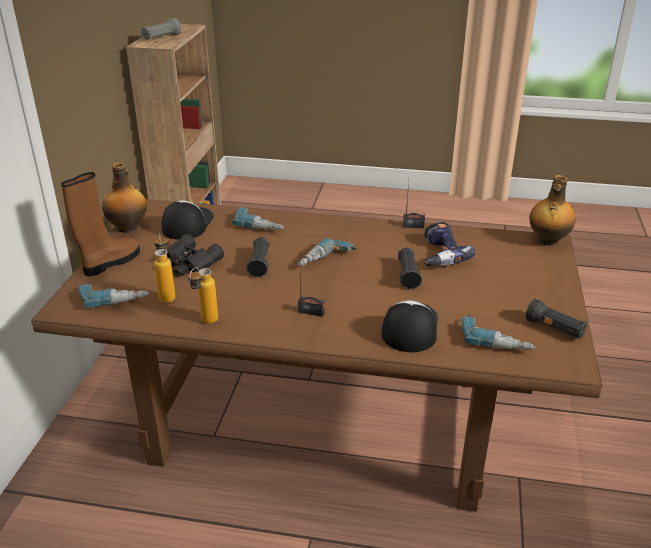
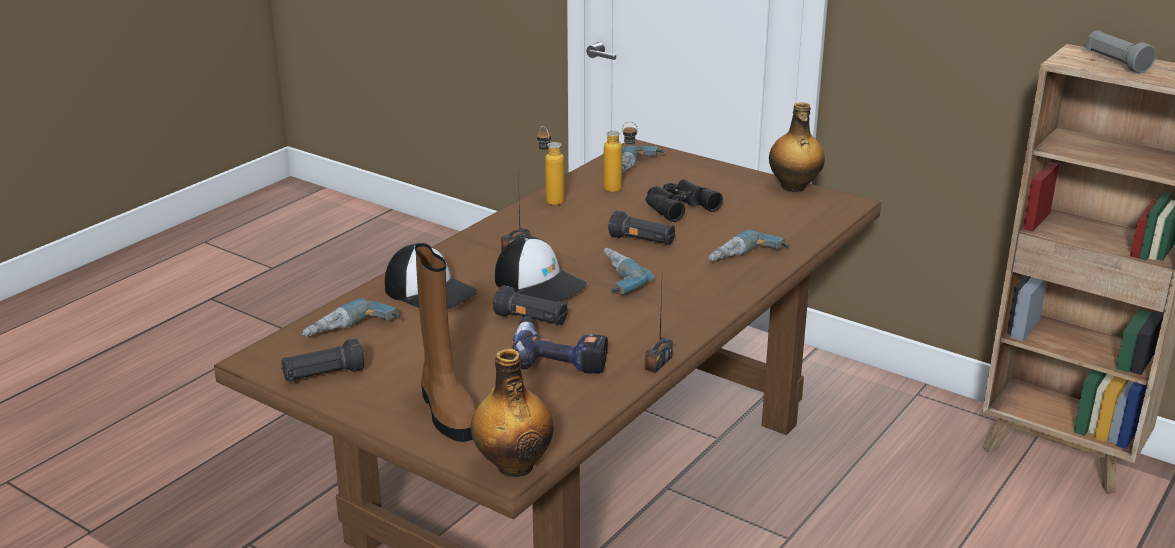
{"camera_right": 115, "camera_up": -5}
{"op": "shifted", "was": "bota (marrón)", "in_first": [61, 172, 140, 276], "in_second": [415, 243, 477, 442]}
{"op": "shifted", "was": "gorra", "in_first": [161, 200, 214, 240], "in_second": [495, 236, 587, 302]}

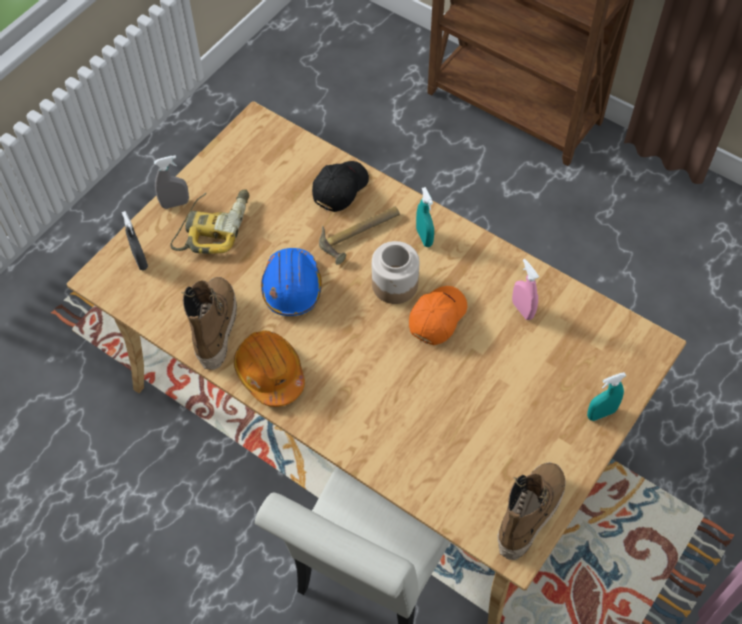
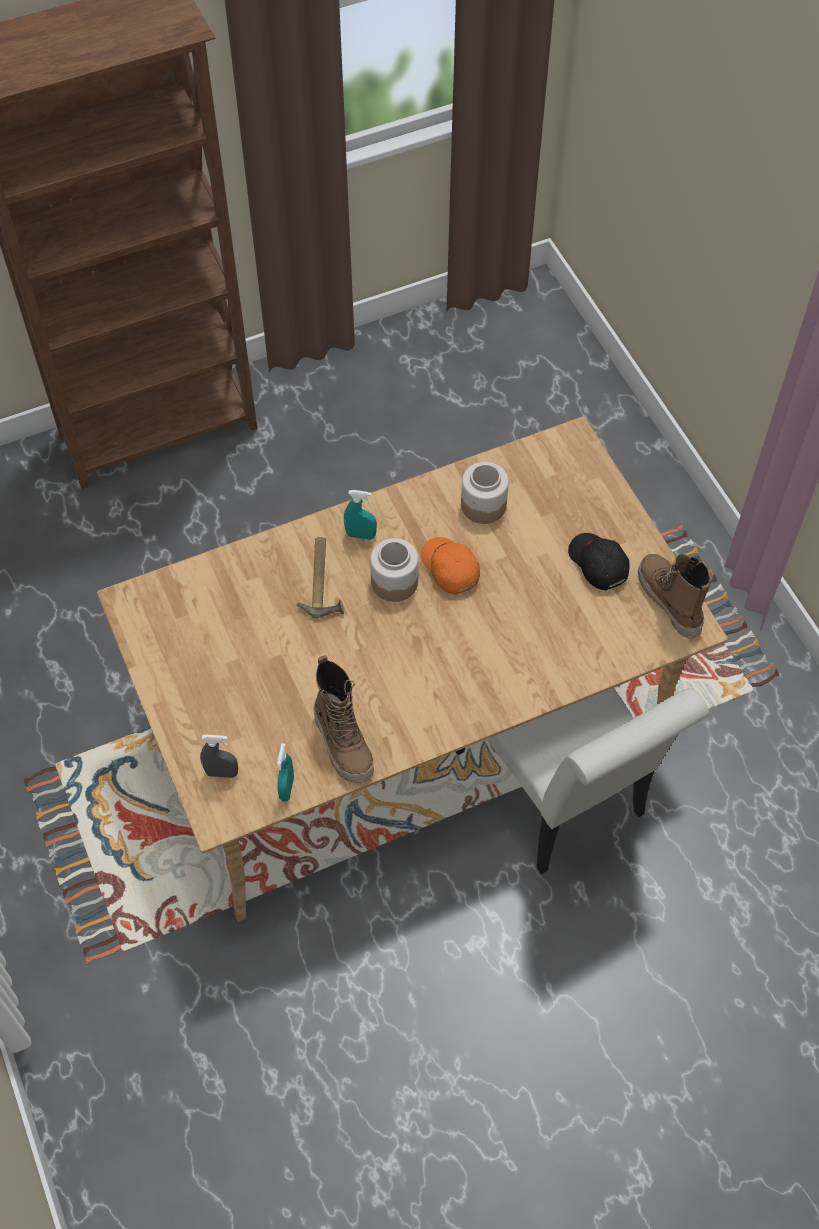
{"camera_right": -60, "camera_up": 0}
{"op": "gone", "was": "pulverizador (gris)", "in_first": [154, 155, 189, 209]}
{"op": "shifted", "was": "gorra (negro)", "in_first": [312, 161, 369, 212], "in_second": [568, 533, 629, 590]}
{"op": "gone", "was": "taladro", "in_first": [170, 189, 249, 254]}
{"op": "gone", "was": "casco (azul)", "in_first": [261, 248, 322, 316]}
{"op": "swapped", "was": "pulverizador (rosa)", "now": "tarro", "in_first": [512, 259, 539, 320], "in_second": [461, 462, 509, 524]}
{"op": "rotated", "was": "bota", "in_first": [182, 277, 237, 370], "in_second": [313, 655, 374, 782], "clockwise": -150}
{"op": "gone", "was": "casco (naranja)", "in_first": [234, 330, 305, 407]}
{"op": "shifted", "was": "pulverizador (turquesa)", "in_first": [587, 372, 626, 421], "in_second": [277, 743, 294, 802]}

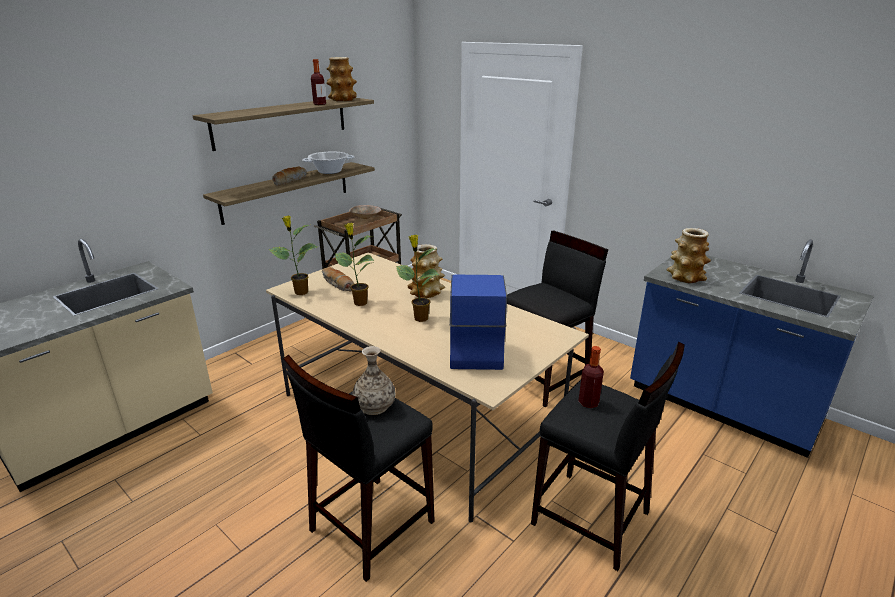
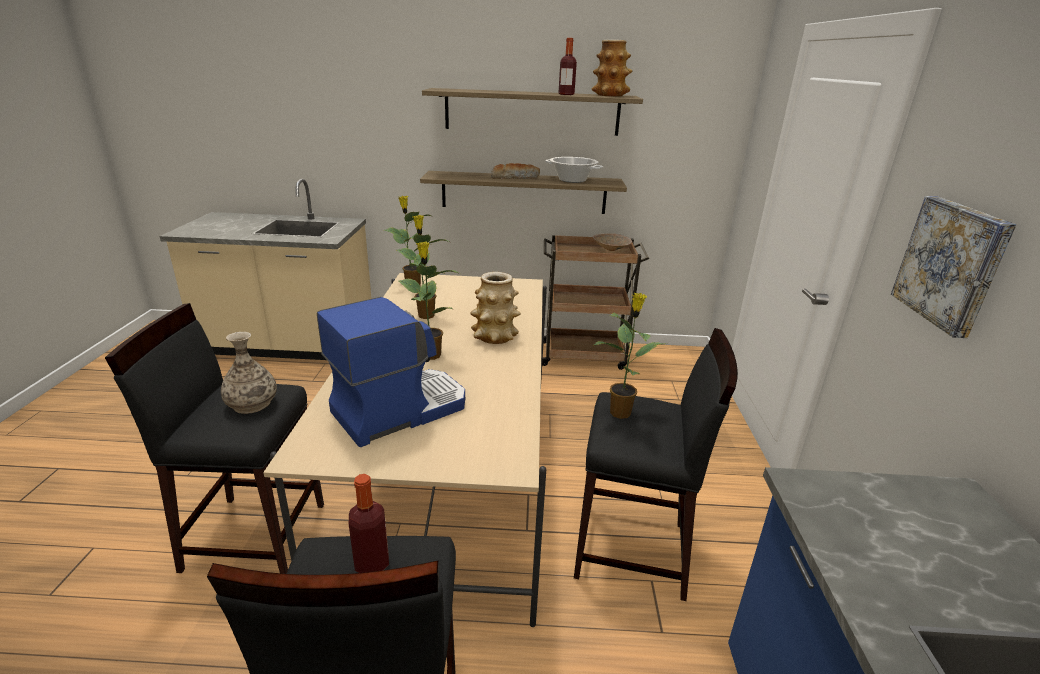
{"camera_right": 50, "camera_up": 0}
{"op": "gone", "was": "florero", "in_first": [667, 228, 711, 283]}
{"op": "gone", "was": "pan", "in_first": [322, 267, 354, 291]}
{"op": "new", "now": "cuadro", "in_second": [891, 196, 1016, 338]}
{"op": "new", "now": "planta en maceta", "in_second": [594, 293, 664, 419]}

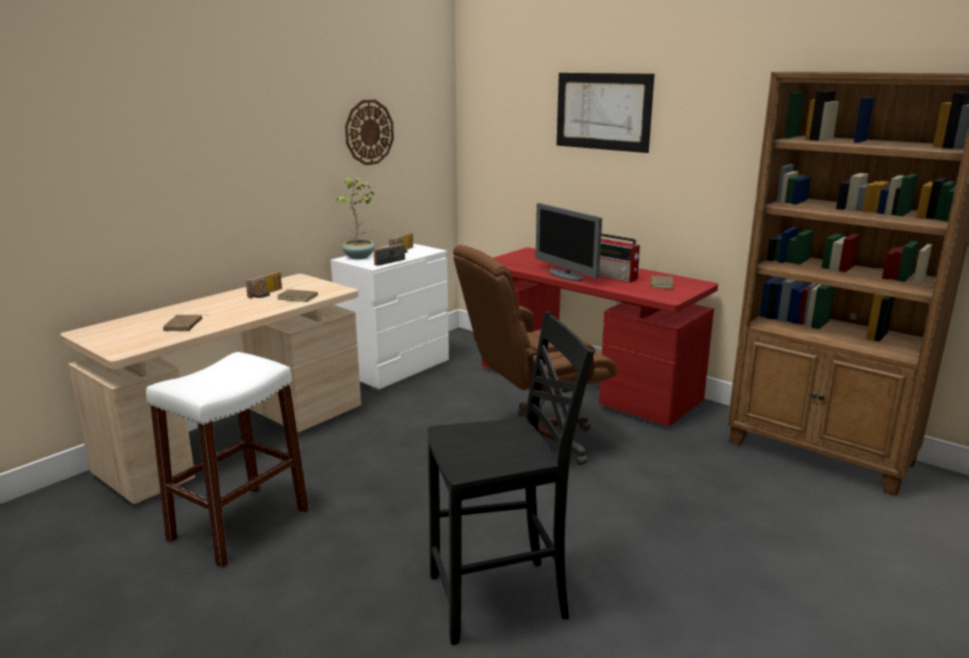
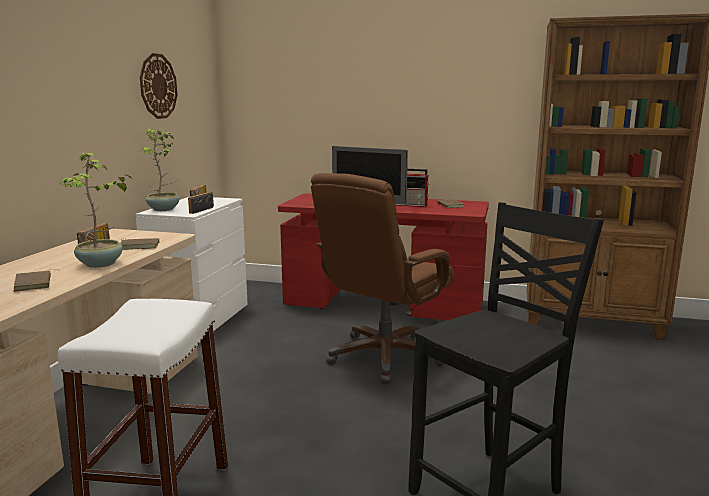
{"camera_right": -25, "camera_up": -5}
{"op": "gone", "was": "cuadro", "in_first": [557, 73, 654, 153]}
{"op": "new", "now": "planta en maceta", "in_second": [59, 152, 132, 268]}

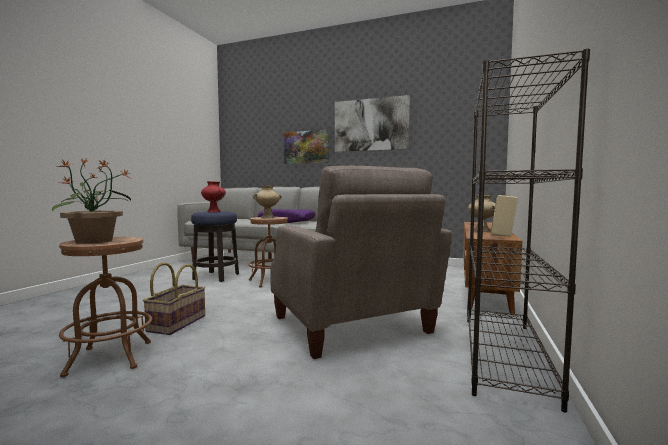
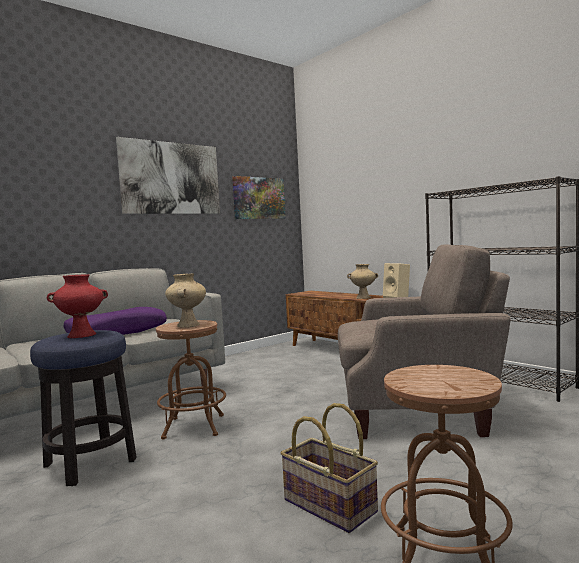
{"camera_right": -60, "camera_up": 0}
{"op": "shifted", "was": "cuadro", "in_first": [284, 130, 329, 164], "in_second": [232, 176, 286, 219]}
{"op": "gone", "was": "planta en maceta", "in_first": [52, 158, 131, 244]}

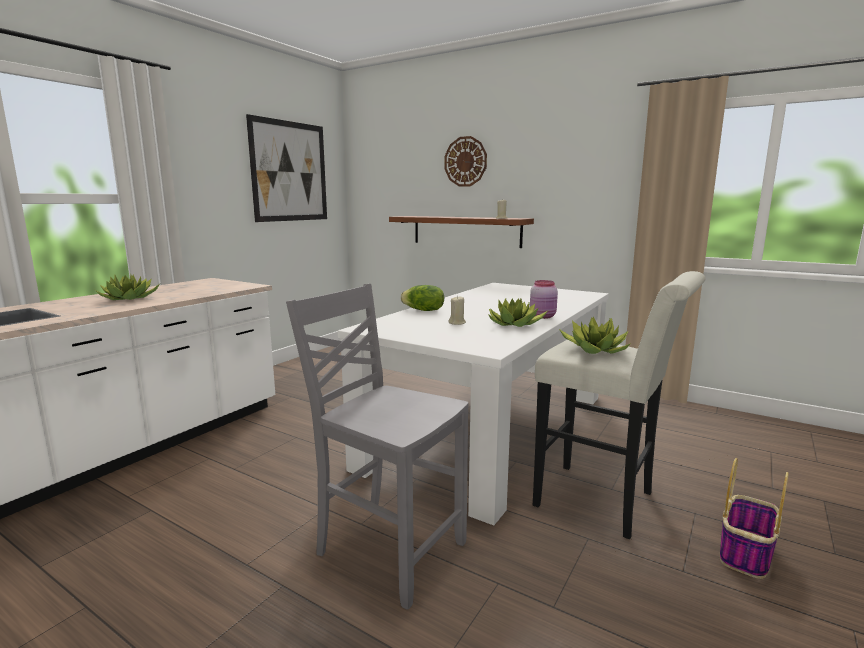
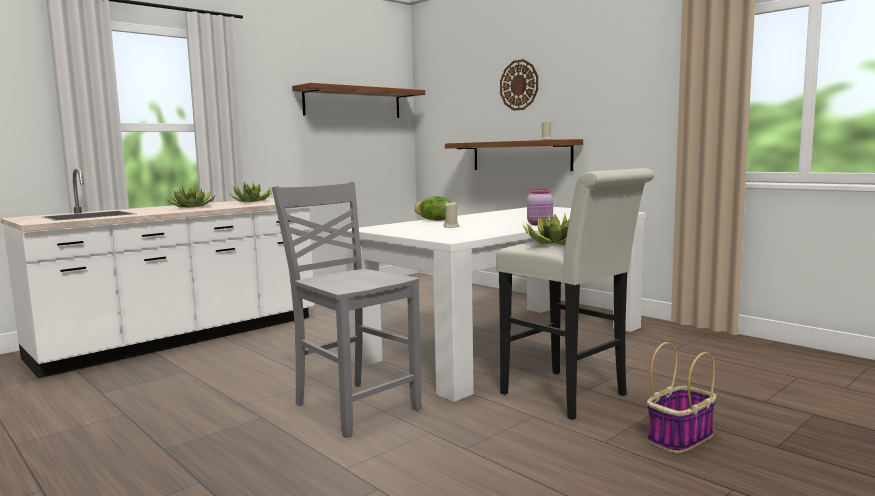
{"camera_right": 15, "camera_up": -5}
{"op": "swapped", "was": "cuadro", "now": "estante", "in_first": [246, 114, 327, 222], "in_second": [292, 83, 425, 118]}
{"op": "shifted", "was": "planta en maceta", "in_first": [488, 298, 548, 327], "in_second": [230, 182, 272, 202]}

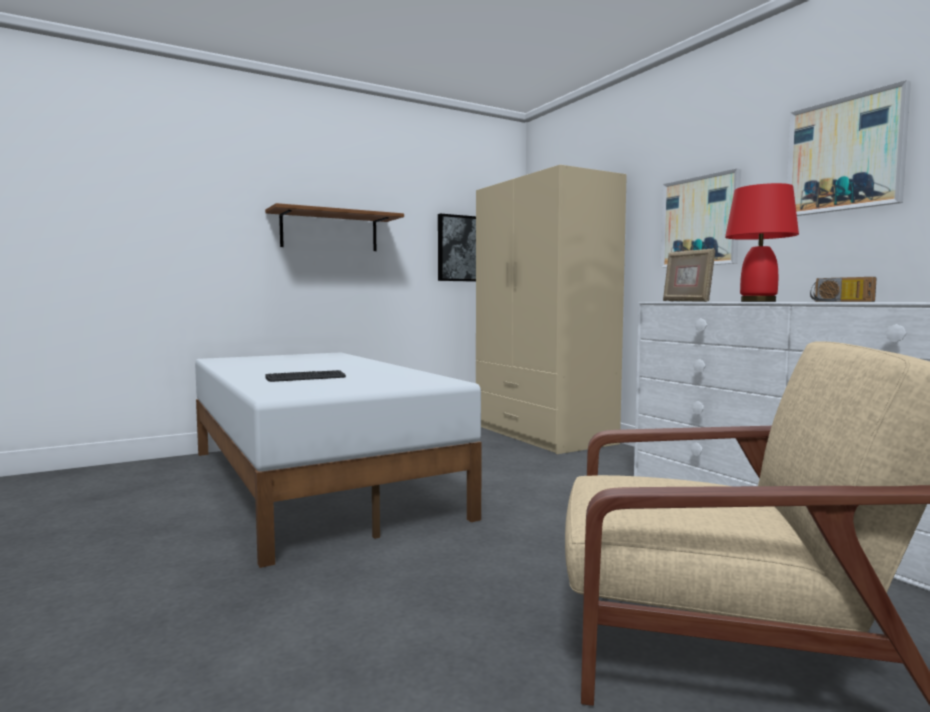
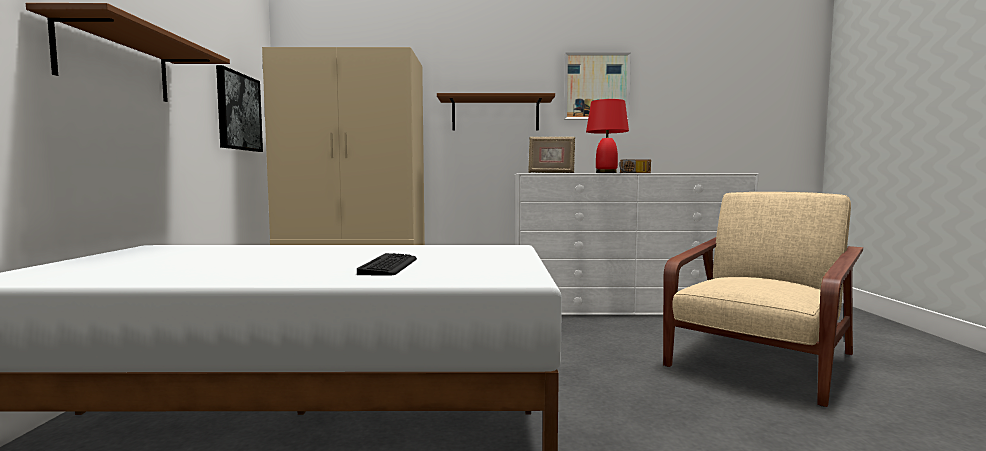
{"camera_right": -60, "camera_up": 0}
{"op": "swapped", "was": "cuadro", "now": "estante (marrón)", "in_first": [661, 168, 741, 268], "in_second": [437, 93, 555, 130]}

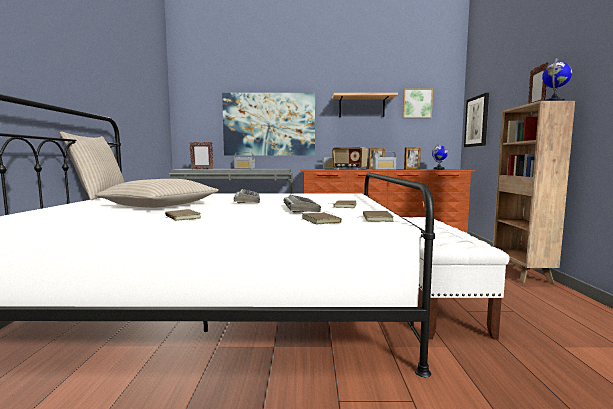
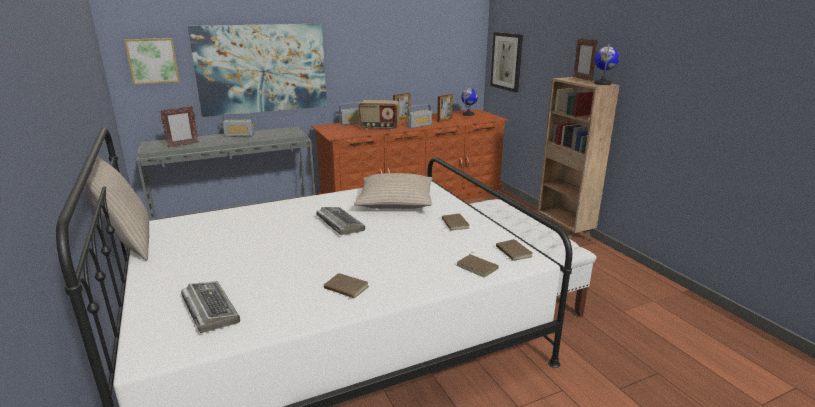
{"camera_right": -25, "camera_up": 15}
{"op": "shifted", "was": "cuadro", "in_first": [402, 88, 433, 118], "in_second": [124, 38, 180, 84]}
{"op": "gone", "was": "estante", "in_first": [332, 93, 398, 117]}
{"op": "shifted", "was": "cojín (beis)", "in_first": [95, 179, 219, 208], "in_second": [354, 173, 433, 209]}
{"op": "shifted", "was": "teclado", "in_first": [284, 194, 321, 213], "in_second": [181, 281, 240, 333]}

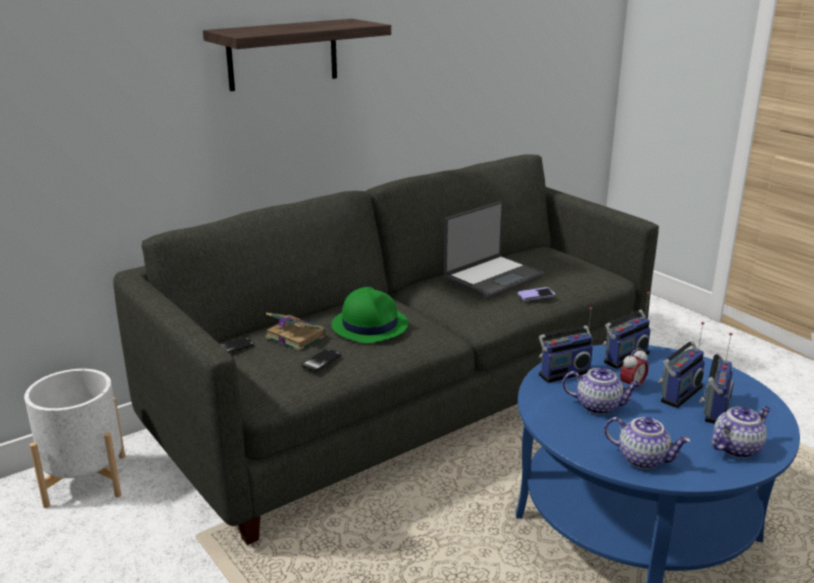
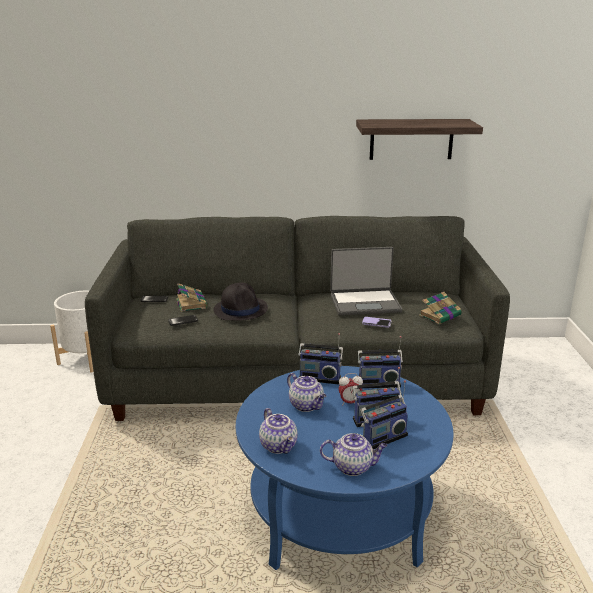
{"camera_right": 35, "camera_up": 0}
{"op": "shifted", "was": "estante", "in_first": [203, 19, 391, 91], "in_second": [356, 119, 483, 160]}
{"op": "repainted", "was": "sombrero (verde)", "now": "sombrero (negro)", "in_first": [332, 287, 409, 344], "in_second": [213, 283, 268, 321]}
{"op": "new", "now": "libro", "in_second": [419, 292, 462, 324]}

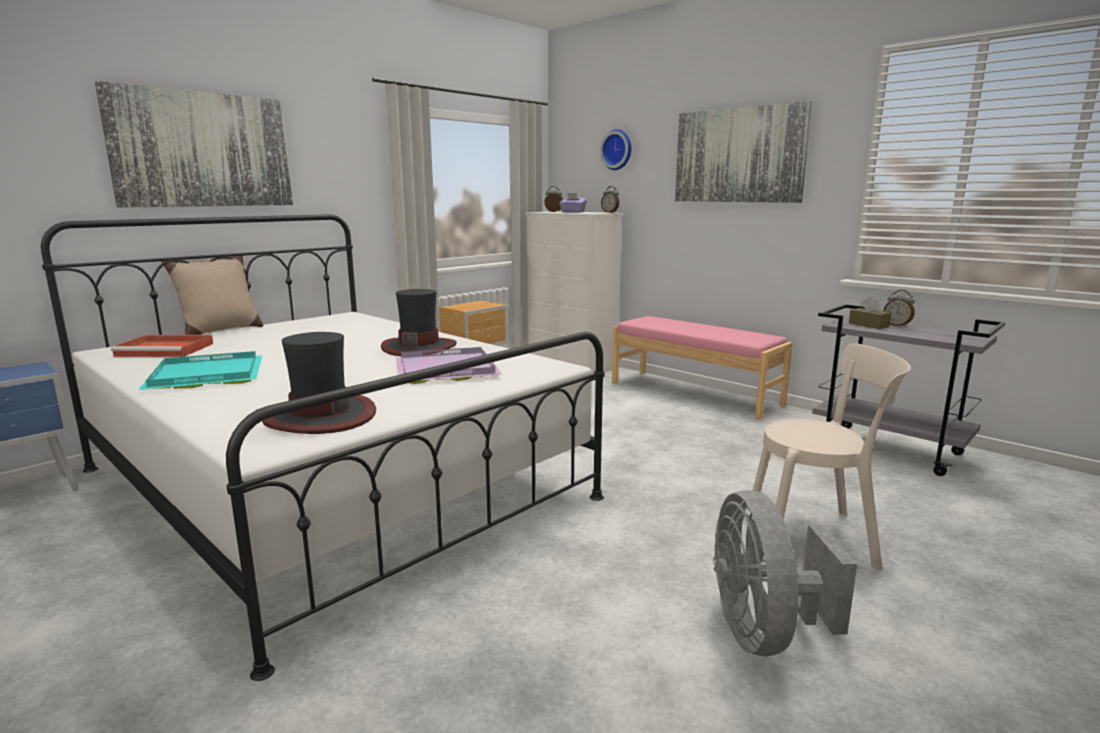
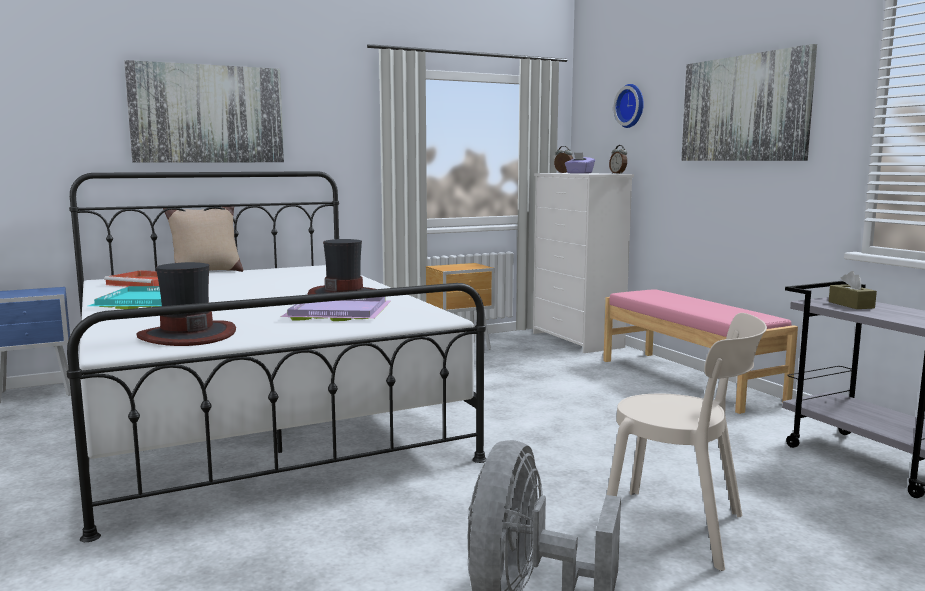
{"camera_right": 20, "camera_up": -5}
{"op": "gone", "was": "despertador", "in_first": [883, 290, 915, 327]}

